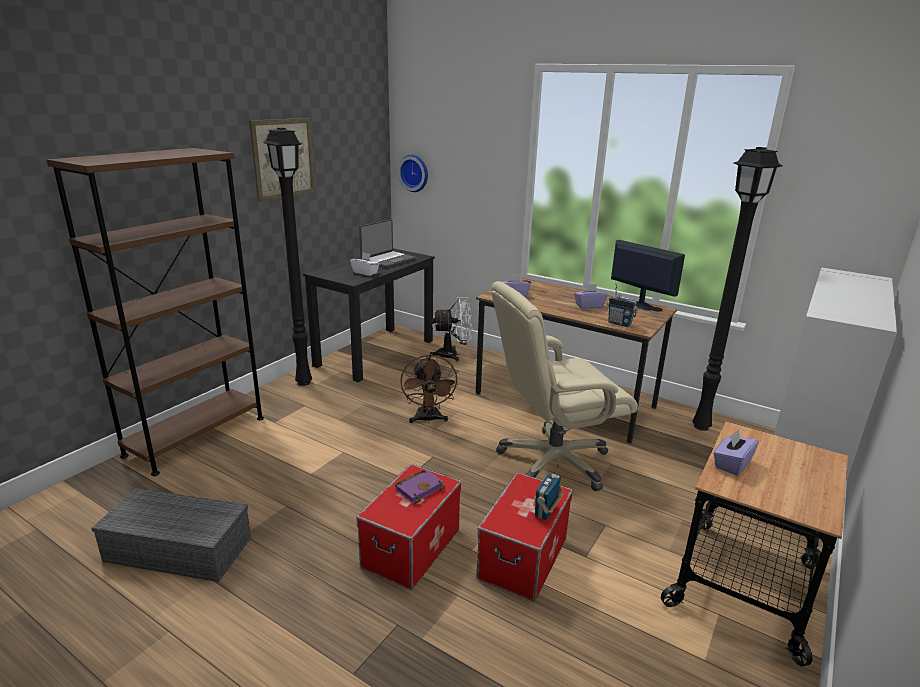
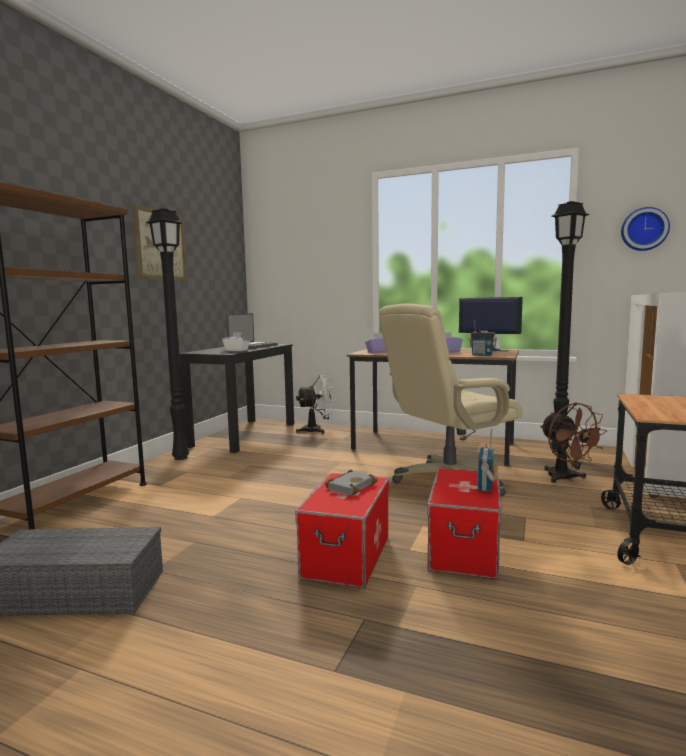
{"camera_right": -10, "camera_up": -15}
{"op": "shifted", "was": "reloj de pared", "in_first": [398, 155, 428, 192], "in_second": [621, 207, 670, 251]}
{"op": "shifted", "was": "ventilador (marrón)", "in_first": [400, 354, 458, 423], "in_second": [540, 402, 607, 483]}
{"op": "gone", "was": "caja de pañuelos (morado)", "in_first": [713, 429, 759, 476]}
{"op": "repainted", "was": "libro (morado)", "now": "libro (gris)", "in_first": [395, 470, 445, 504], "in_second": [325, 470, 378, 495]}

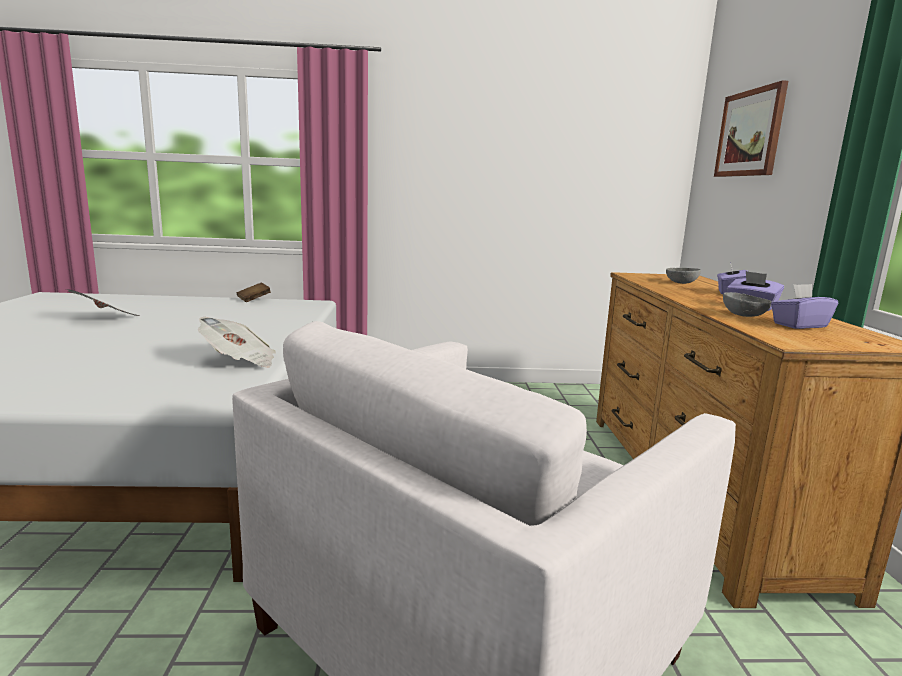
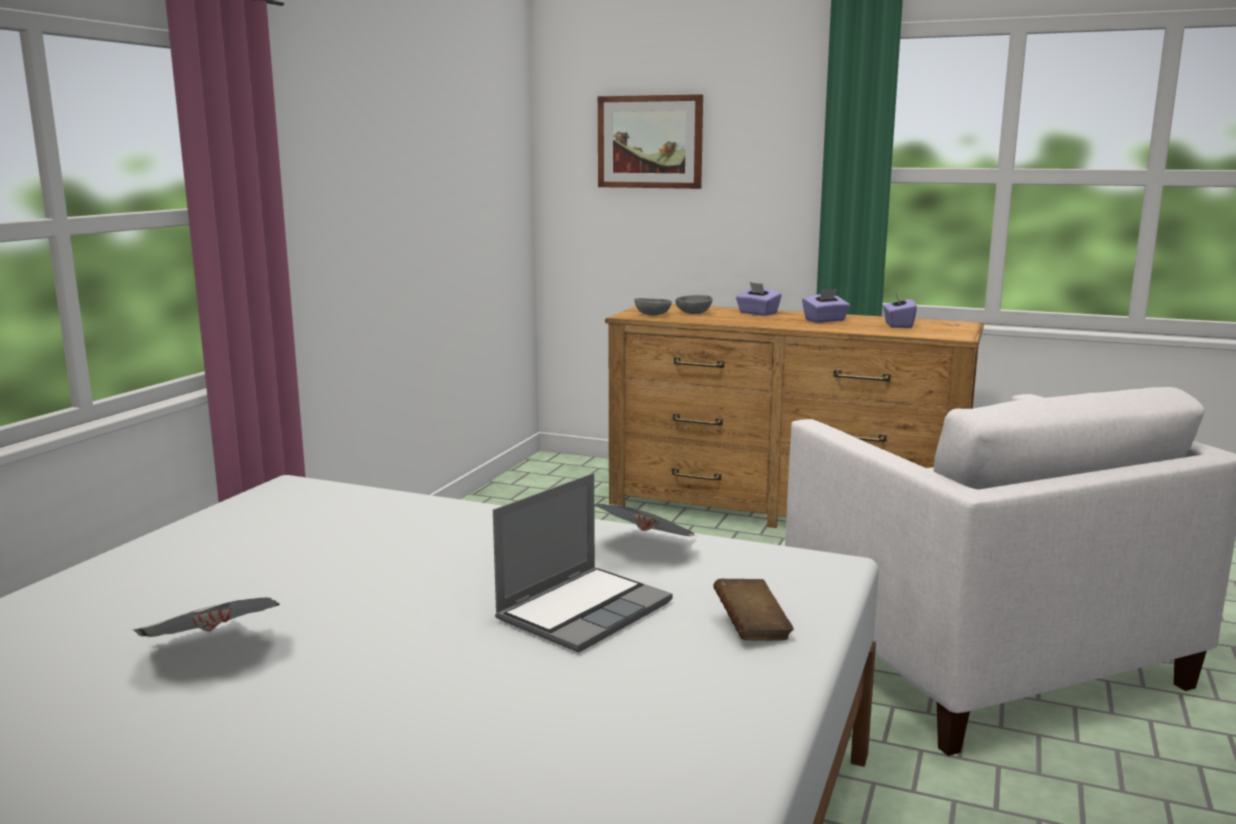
{"camera_right": -65, "camera_up": 0}
{"op": "shifted", "was": "libro (marrón)", "in_first": [237, 282, 271, 302], "in_second": [713, 579, 794, 641]}
{"op": "shifted", "was": "cuenco (gris)", "in_first": [723, 292, 772, 317], "in_second": [634, 298, 672, 316]}
{"op": "new", "now": "portátil", "in_second": [493, 473, 673, 653]}

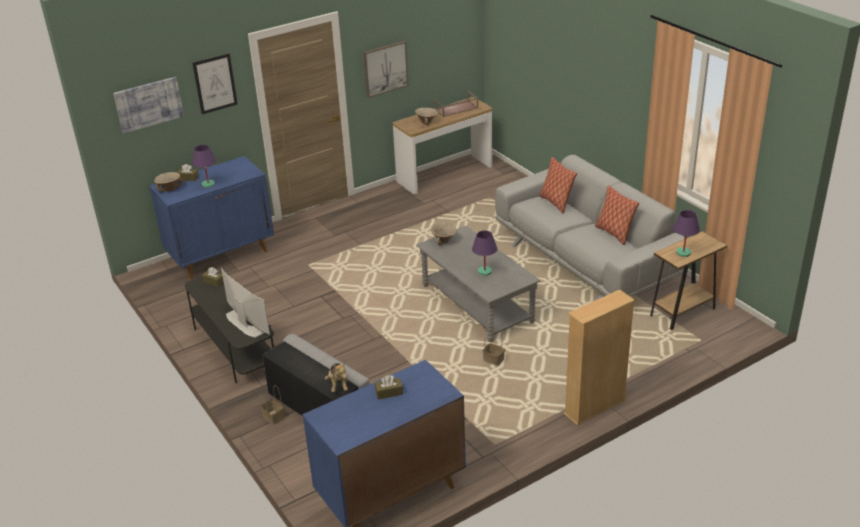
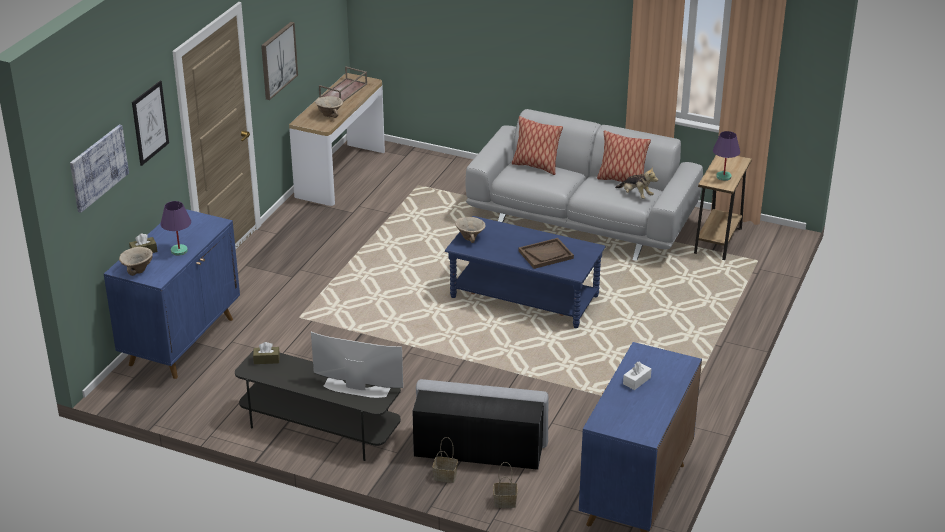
{"camera_right": -35, "camera_up": 0}
{"op": "repainted", "was": "mesa de centro (gris)", "now": "mesa de centro (azul)", "in_first": [416, 226, 540, 342], "in_second": [445, 216, 605, 328]}
{"op": "swapped", "was": "lámpara de mesa (morado)", "now": "bandeja (marrón)", "in_first": [472, 231, 497, 276], "in_second": [518, 238, 574, 269]}
{"op": "gone", "was": "estantería (beis)", "in_first": [563, 290, 635, 426]}
{"op": "shifted", "was": "cesta", "in_first": [483, 329, 505, 366], "in_second": [493, 462, 518, 508]}
{"op": "shifted", "was": "peluche", "in_first": [325, 363, 348, 392], "in_second": [615, 166, 658, 199]}
{"op": "repainted", "was": "caja de pañuelos (marrón)", "now": "caja de pañuelos (blanco)", "in_first": [375, 375, 403, 400], "in_second": [623, 361, 651, 390]}

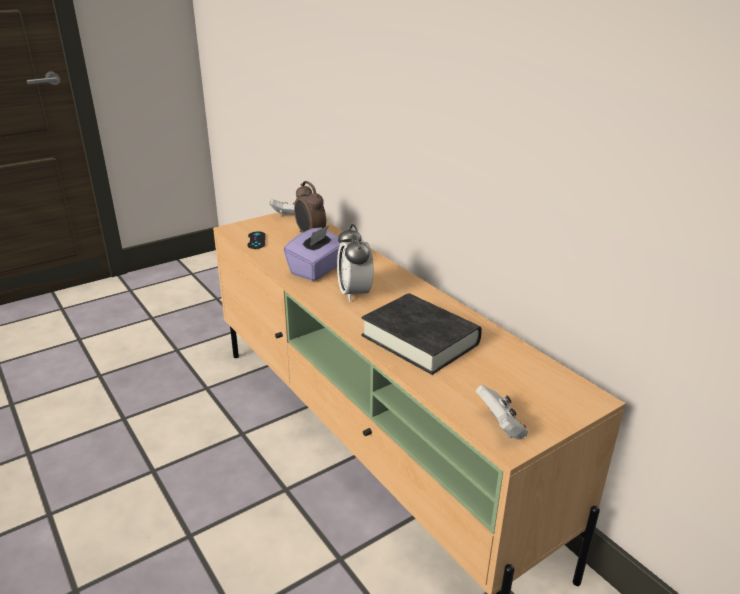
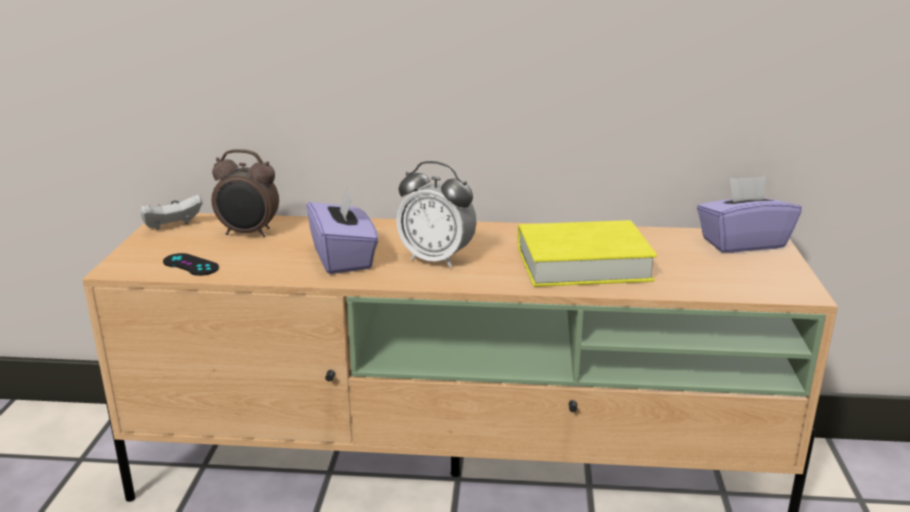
{"camera_right": -50, "camera_up": -5}
{"op": "repainted", "was": "libro (negro)", "now": "libro (amarillo)", "in_first": [361, 293, 482, 375], "in_second": [517, 220, 657, 287]}
{"op": "gone", "was": "mando de consola (blanco)", "in_first": [476, 385, 528, 440]}
{"op": "new", "now": "caja de pañuelos (morado)", "in_second": [697, 176, 802, 253]}

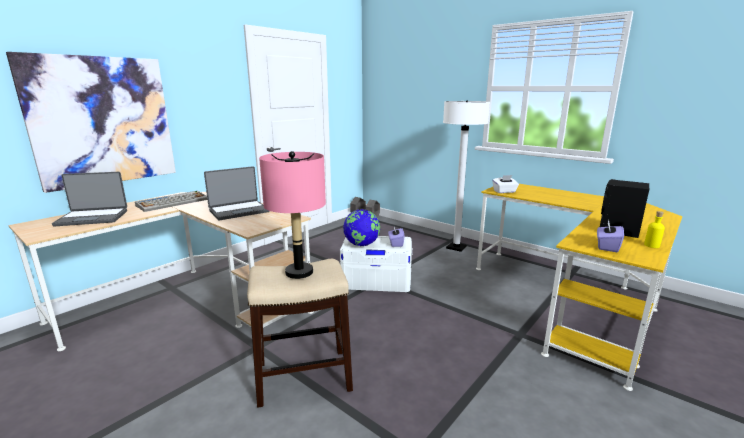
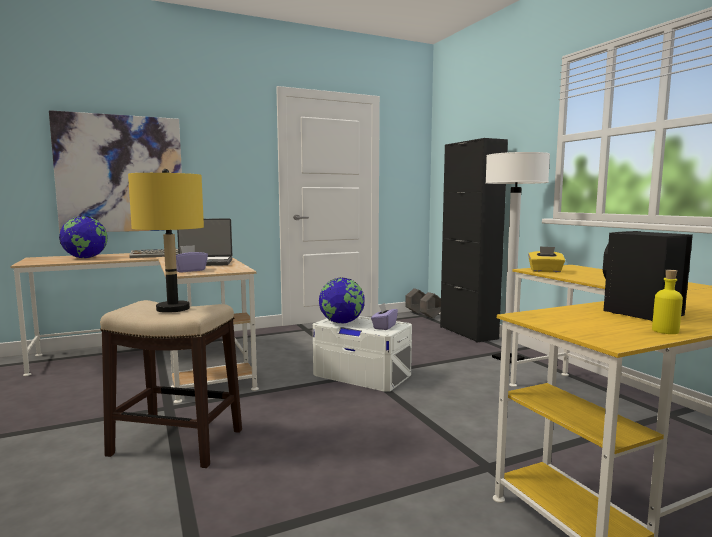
{"camera_right": 25, "camera_up": -10}
{"op": "repainted", "was": "lámpara de mesa (rosa)", "now": "lámpara de mesa (amarillo)", "in_first": [259, 151, 326, 279], "in_second": [128, 169, 204, 313]}
{"op": "swapped", "was": "portátil", "now": "globo terráqueo", "in_first": [52, 172, 127, 226], "in_second": [59, 216, 108, 258]}
{"op": "repainted", "was": "caja de pañuelos (blanco)", "now": "caja de pañuelos (amarillo)", "in_first": [492, 175, 519, 193], "in_second": [528, 246, 565, 273]}
{"op": "shifted", "was": "caja de pañuelos (morado)", "in_first": [597, 219, 624, 252], "in_second": [176, 245, 208, 272]}
{"op": "new", "now": "armario (negro)", "in_second": [440, 138, 508, 343]}

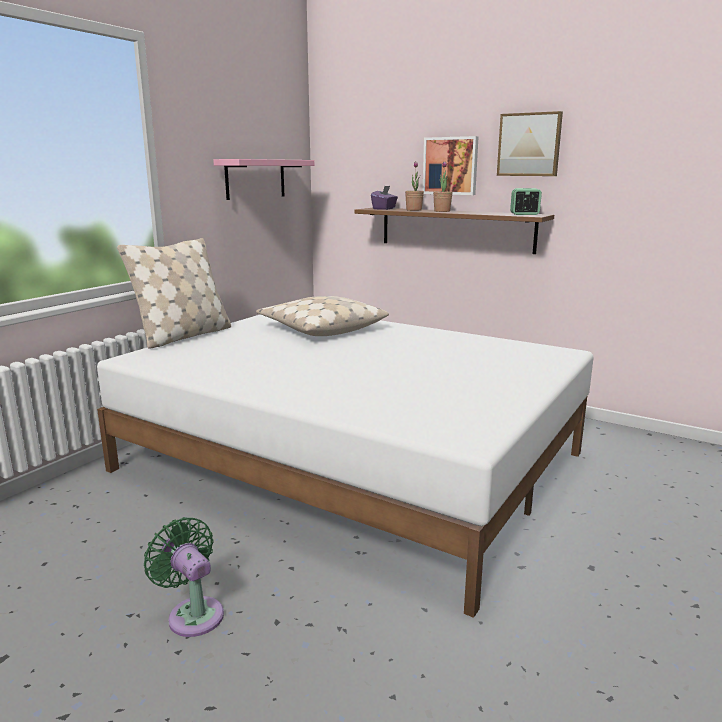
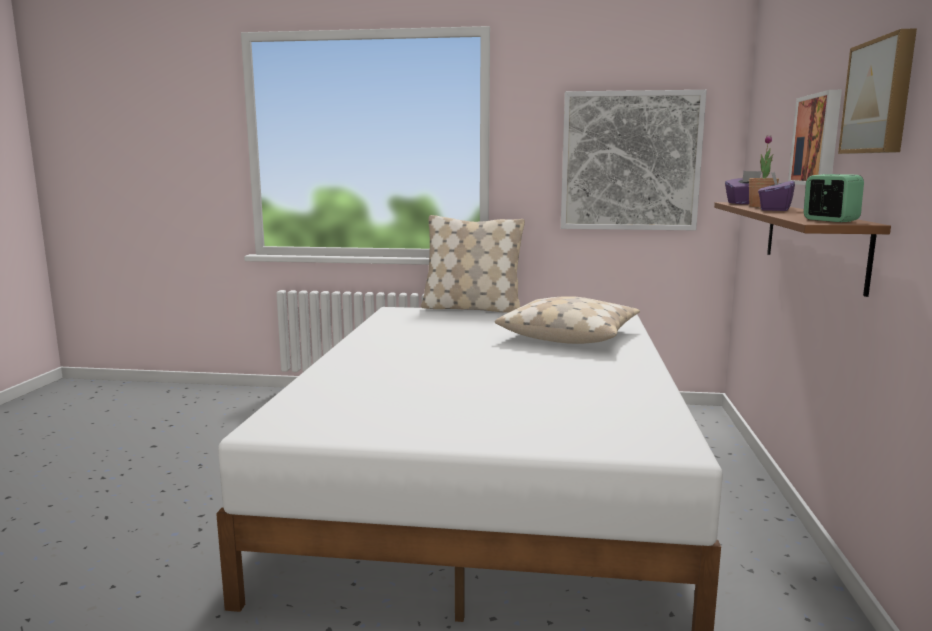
{"camera_right": 65, "camera_up": -5}
{"op": "swapped", "was": "estante (rosa)", "now": "cuadro", "in_first": [213, 159, 314, 200], "in_second": [561, 90, 707, 230]}
{"op": "swapped", "was": "planta en maceta", "now": "caja de pañuelos (morado)", "in_first": [433, 161, 452, 212], "in_second": [758, 172, 795, 211]}
{"op": "gone", "was": "ventilador (verde)", "in_first": [144, 517, 224, 637]}

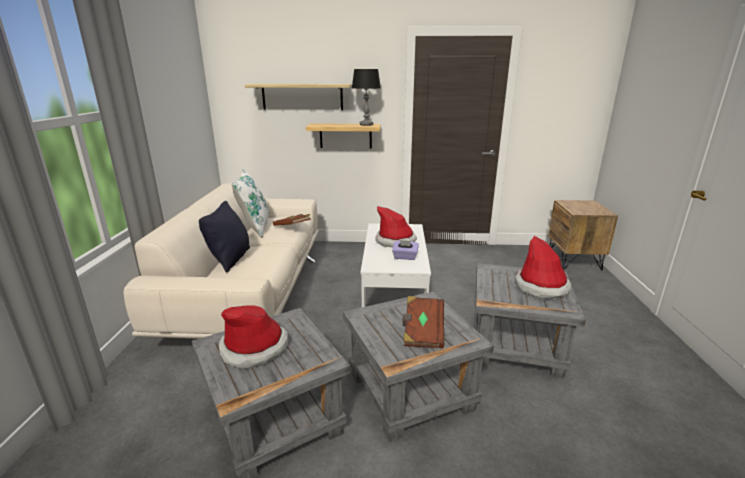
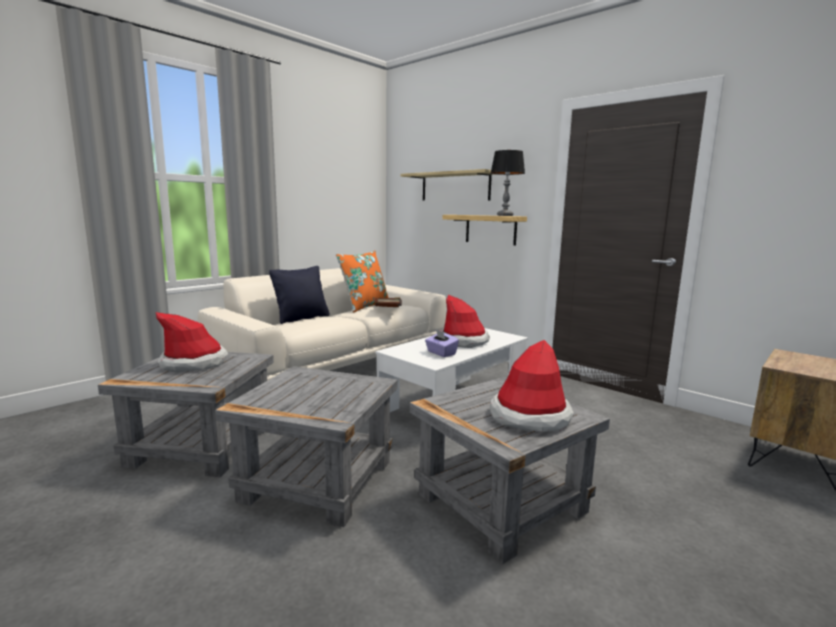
{"camera_right": 40, "camera_up": -10}
{"op": "repainted", "was": "cojín (blanco)", "now": "cojín (naranja)", "in_first": [232, 169, 269, 238], "in_second": [336, 250, 389, 313]}
{"op": "gone", "was": "libro (marrón)", "in_first": [403, 296, 444, 348]}

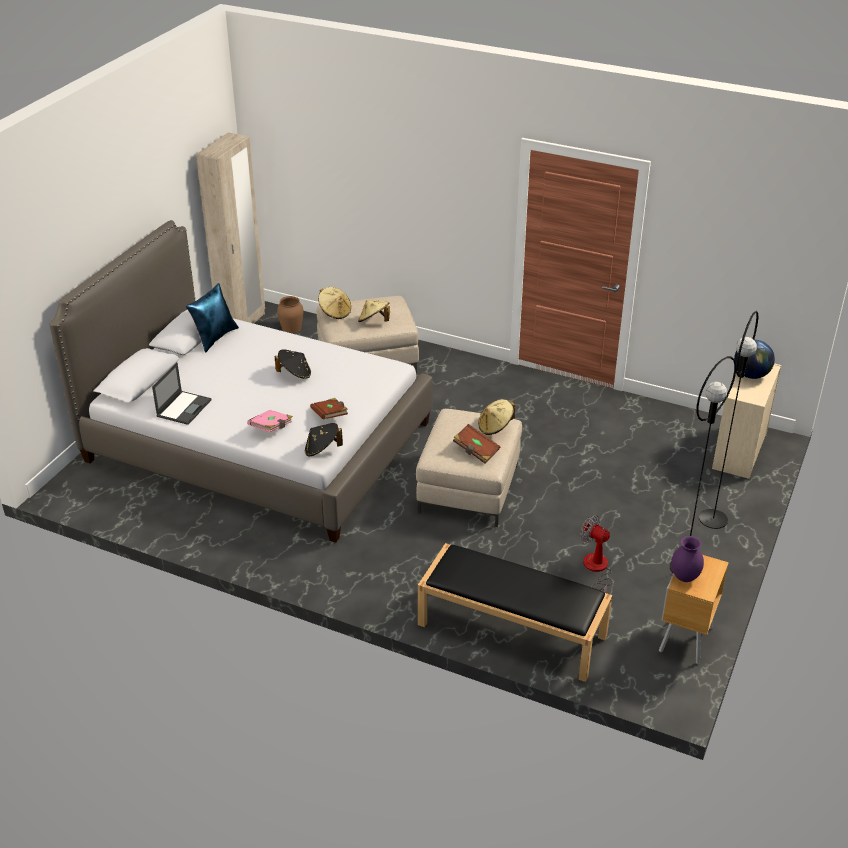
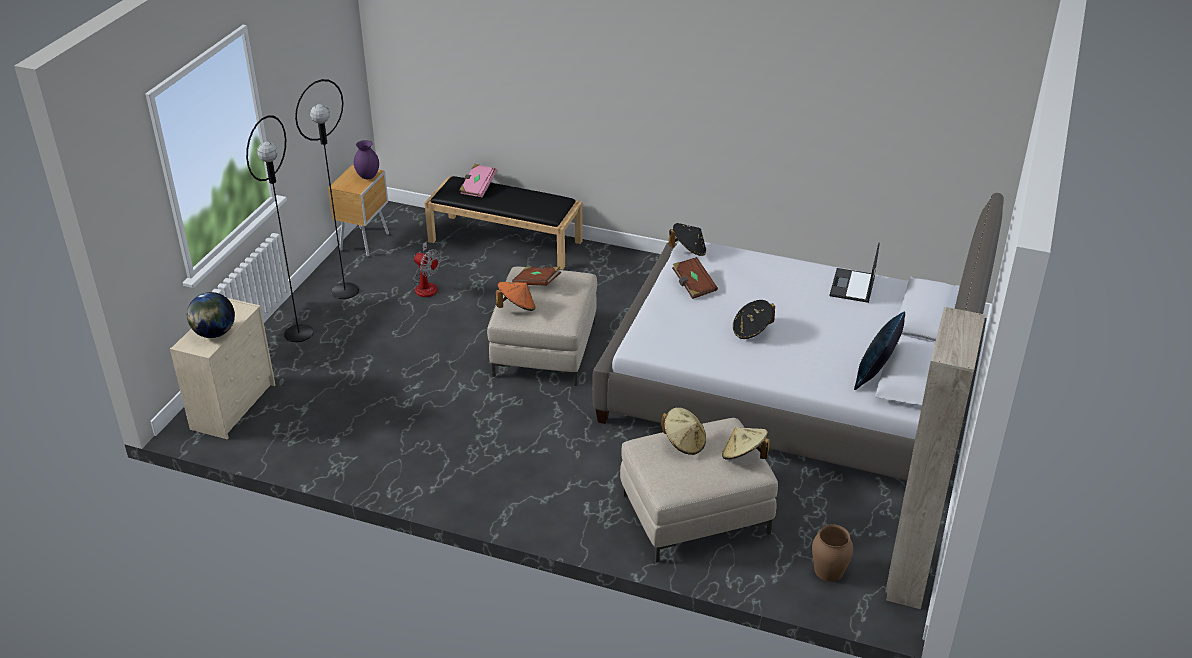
{"camera_right": 175, "camera_up": 0}
{"op": "repainted", "was": "sombrero (beis)", "now": "sombrero (naranja)", "in_first": [478, 399, 515, 435], "in_second": [496, 282, 536, 311]}
{"op": "shifted", "was": "libro (rosa)", "in_first": [247, 410, 293, 433], "in_second": [459, 164, 497, 197]}

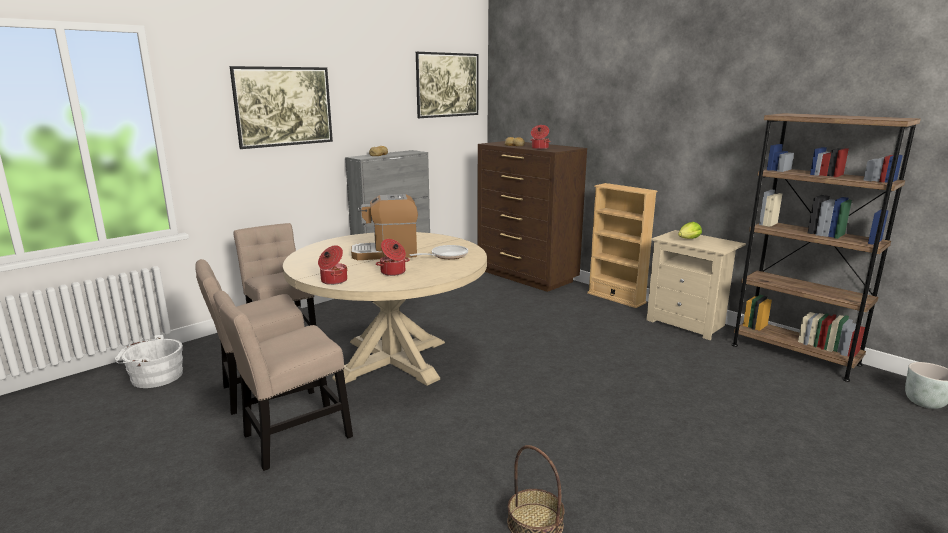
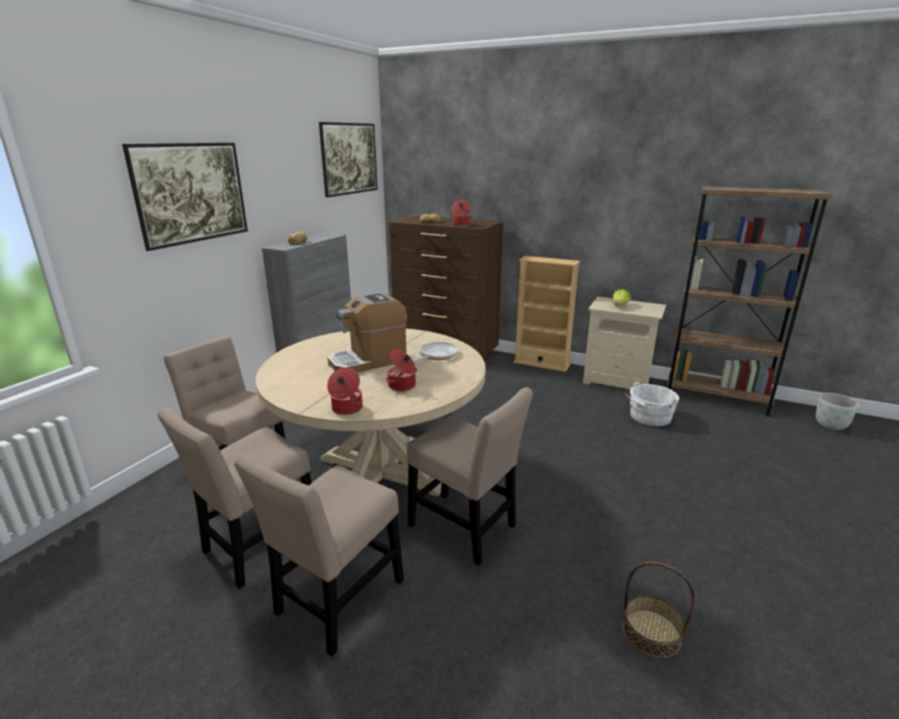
{"camera_right": -20, "camera_up": 5}
{"op": "shifted", "was": "cubo (blanco)", "in_first": [115, 335, 183, 388], "in_second": [625, 382, 679, 426]}
{"op": "new", "now": "silla (beis)", "in_second": [407, 387, 533, 566]}

